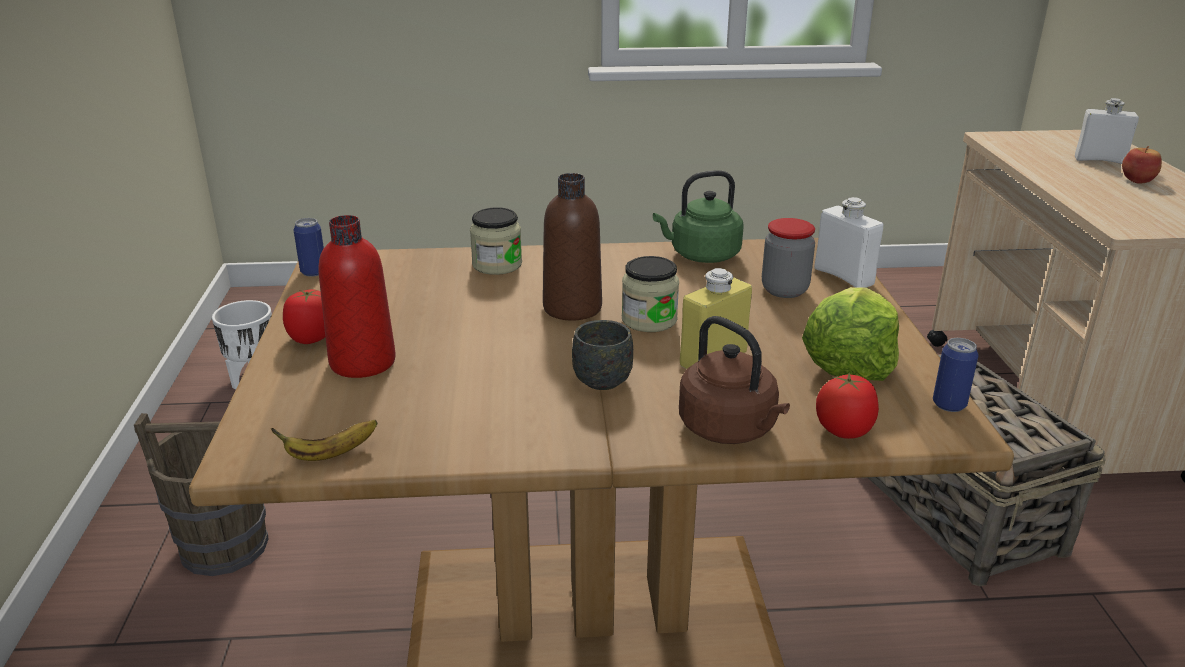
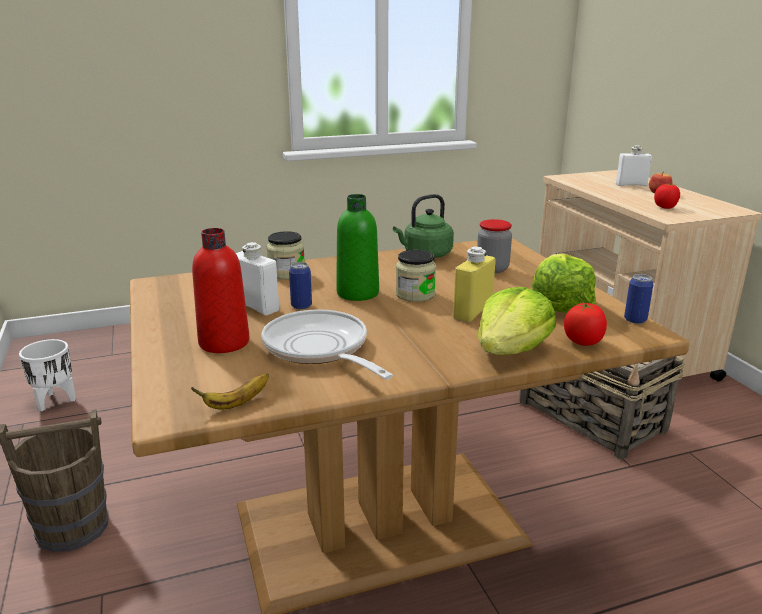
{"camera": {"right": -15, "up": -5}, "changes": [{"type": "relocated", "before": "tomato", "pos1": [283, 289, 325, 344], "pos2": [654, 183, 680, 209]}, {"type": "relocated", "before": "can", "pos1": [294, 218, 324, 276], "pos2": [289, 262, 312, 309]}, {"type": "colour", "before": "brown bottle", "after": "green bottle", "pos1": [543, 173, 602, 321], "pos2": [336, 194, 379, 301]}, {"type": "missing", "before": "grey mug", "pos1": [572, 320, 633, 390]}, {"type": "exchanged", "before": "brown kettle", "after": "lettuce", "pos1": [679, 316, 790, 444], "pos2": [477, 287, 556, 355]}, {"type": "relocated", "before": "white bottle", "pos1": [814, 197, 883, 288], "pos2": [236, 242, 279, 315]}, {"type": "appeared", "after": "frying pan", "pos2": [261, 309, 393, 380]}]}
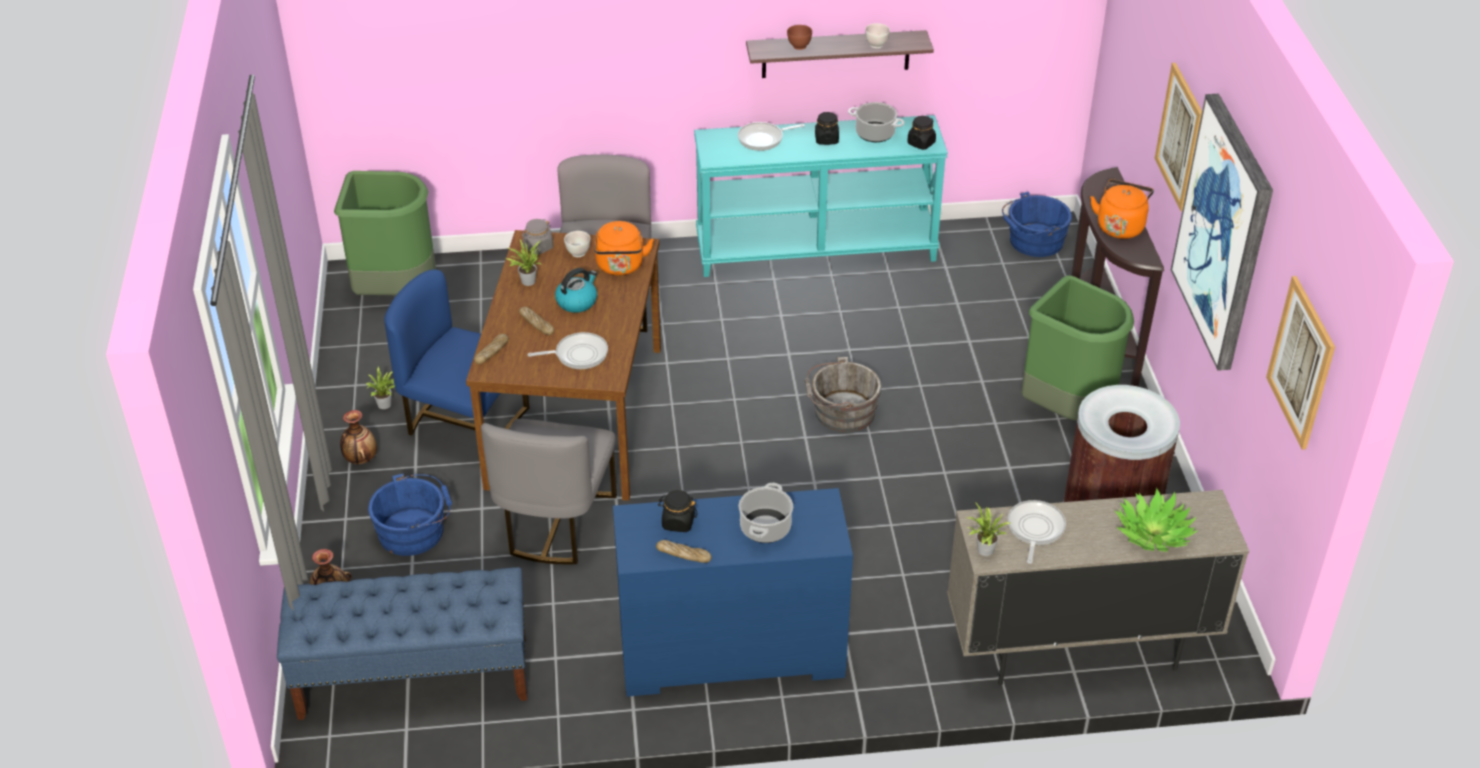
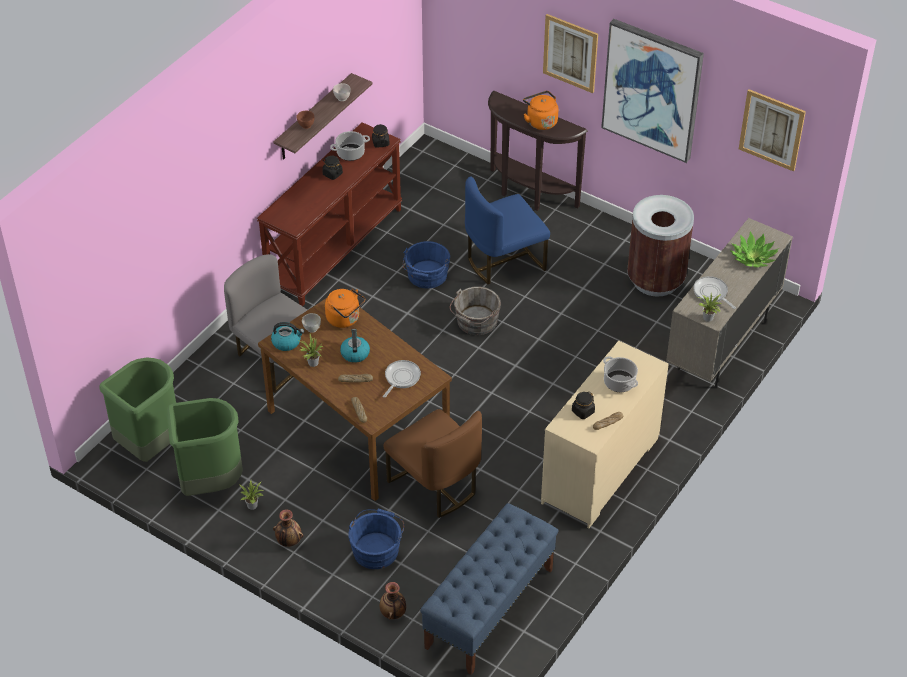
{"camera": {"right": -50, "up": 5}, "changes": [{"type": "relocated", "before": "blue chair", "pos1": [384, 269, 530, 436], "pos2": [465, 177, 550, 284]}, {"type": "colour", "before": "grey chair", "after": "brown chair", "pos1": [481, 419, 617, 564], "pos2": [384, 409, 482, 518]}, {"type": "exchanged", "before": "grey jar", "after": "kettle", "pos1": [522, 219, 553, 255], "pos2": [271, 322, 304, 351]}, {"type": "colour", "before": "blue dresser", "after": "beige dresser", "pos1": [613, 488, 853, 697], "pos2": [541, 340, 669, 528]}, {"type": "colour", "before": "turquoise console table", "after": "brown console table", "pos1": [694, 115, 948, 277], "pos2": [257, 122, 402, 306]}, {"type": "missing", "before": "frying pan", "pos1": [738, 122, 805, 151]}, {"type": "relocated", "before": "blue bucket", "pos1": [1002, 192, 1072, 257], "pos2": [403, 241, 450, 288]}, {"type": "relocated", "before": "green trash can", "pos1": [1021, 275, 1134, 421], "pos2": [166, 398, 243, 496]}]}
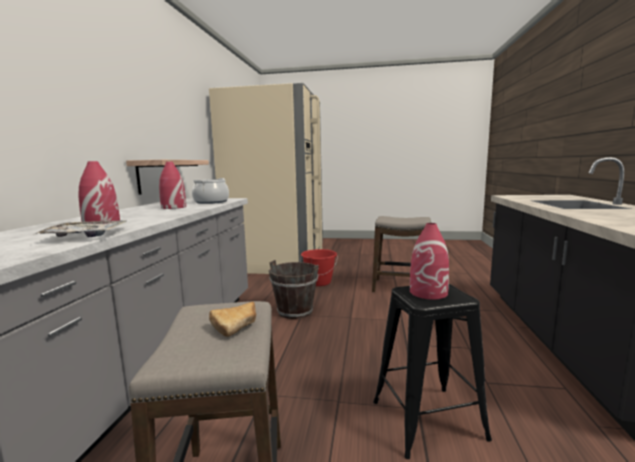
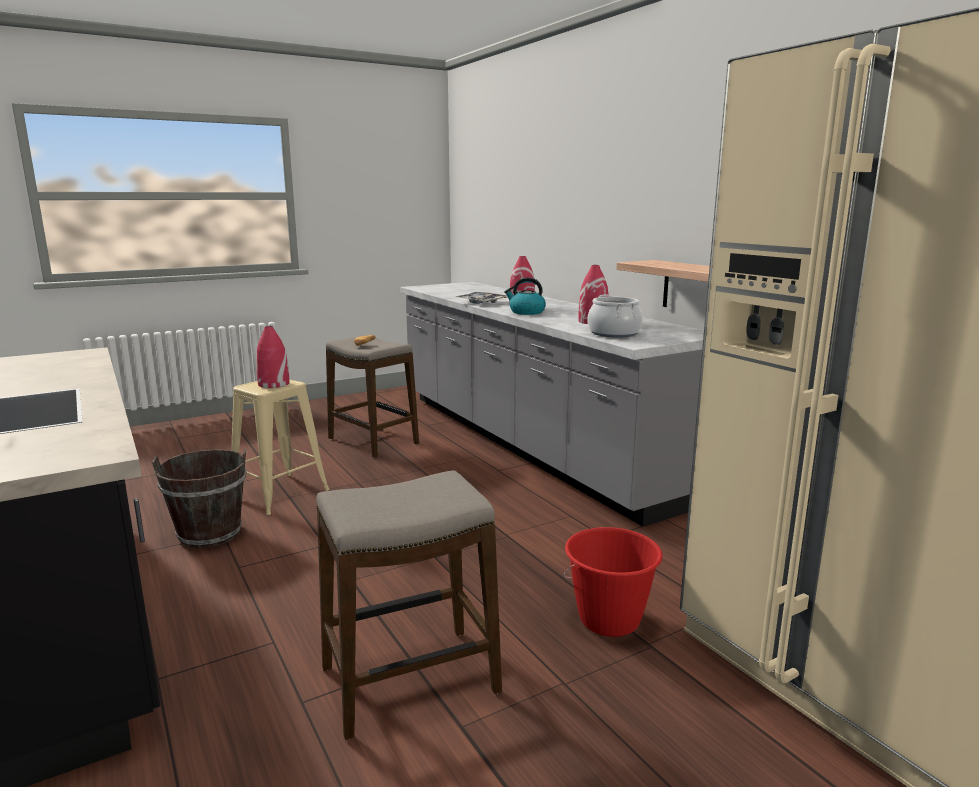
{"camera": {"right": 140, "up": 5}, "changes": [{"type": "relocated", "before": "brown bucket", "pos1": [269, 260, 319, 319], "pos2": [152, 448, 247, 548]}, {"type": "colour", "before": "black stool", "after": "beige stool", "pos1": [373, 284, 492, 459], "pos2": [232, 379, 330, 515]}, {"type": "appeared", "after": "kettle", "pos2": [504, 277, 546, 315]}]}
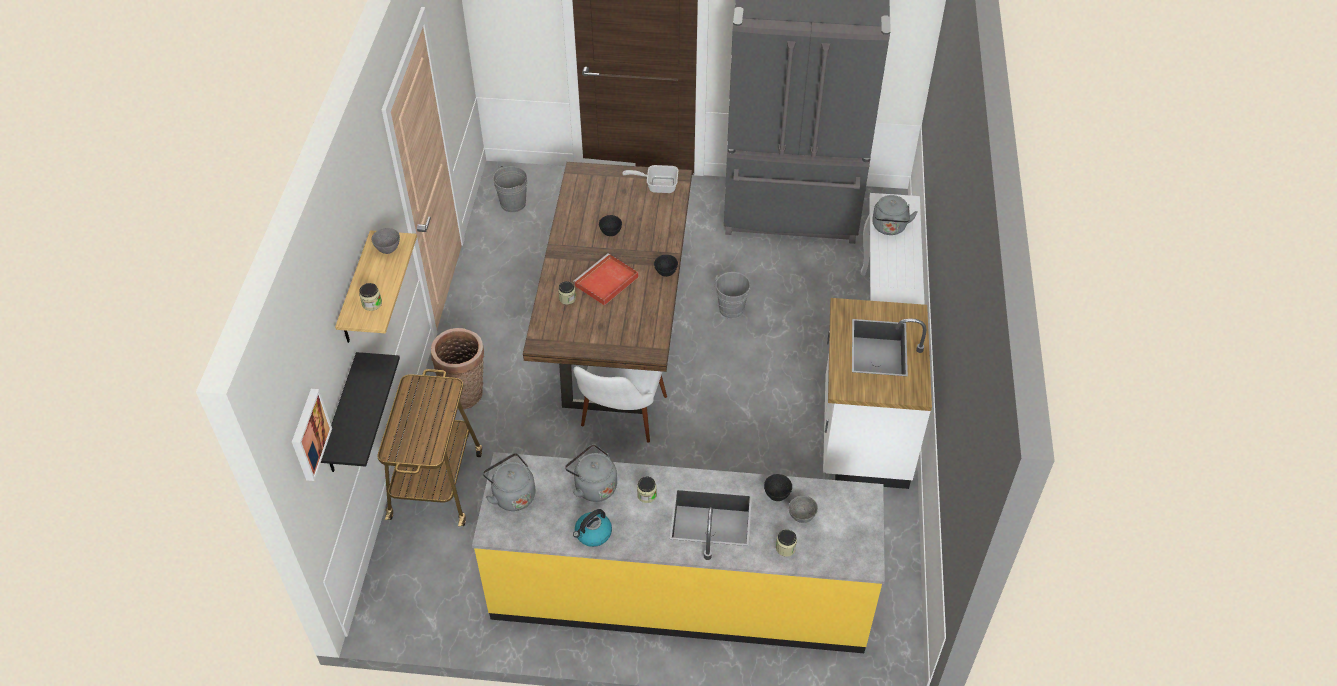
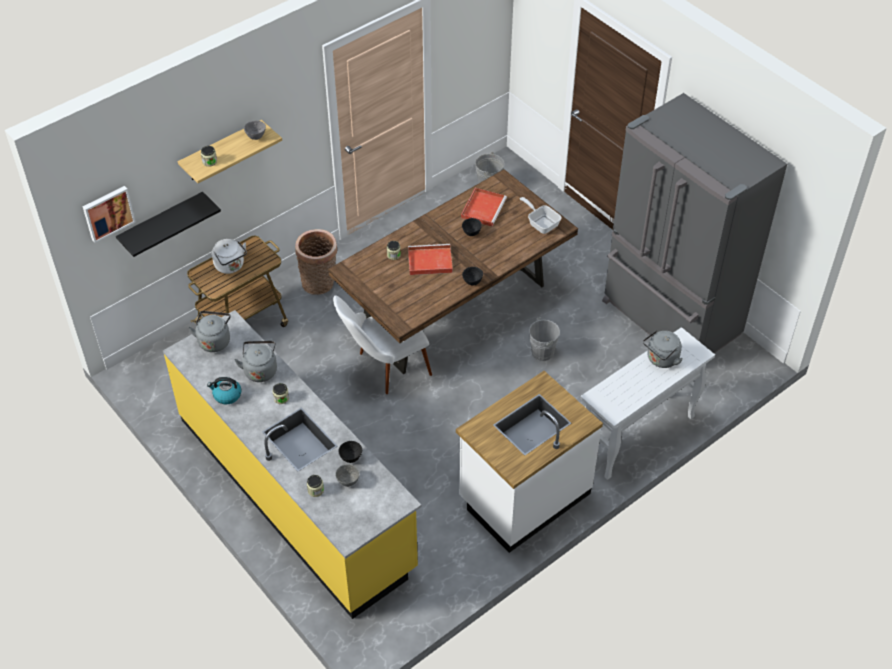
{"camera": {"right": 45, "up": 0}, "changes": [{"type": "appeared", "after": "white kettle", "pos2": [212, 239, 247, 274]}, {"type": "appeared", "after": "red tray", "pos2": [461, 188, 507, 227]}]}
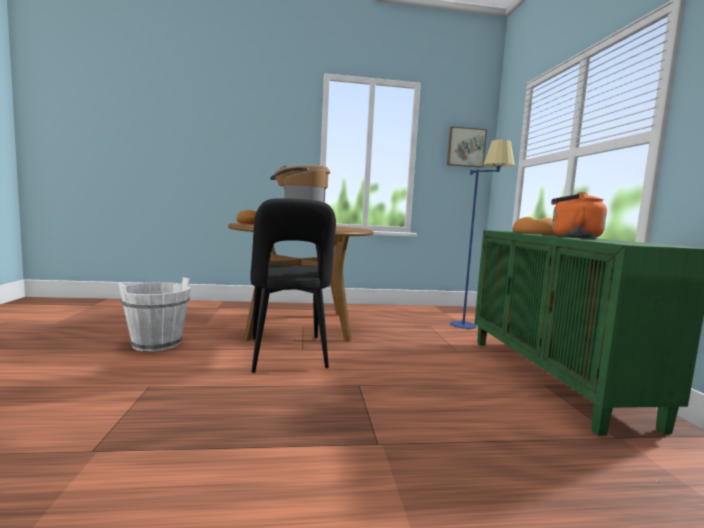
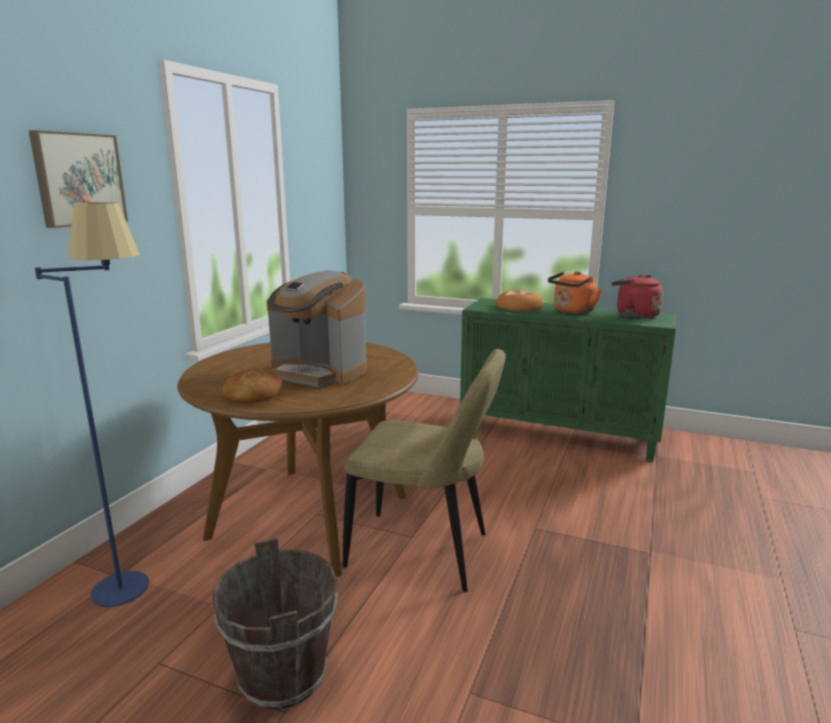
{"camera": {"right": -60, "up": 10}, "changes": [{"type": "colour", "before": "white bucket", "after": "brown bucket", "pos1": [118, 277, 191, 352], "pos2": [212, 538, 338, 710]}, {"type": "colour", "before": "black chair", "after": "beige chair", "pos1": [250, 198, 336, 373], "pos2": [343, 349, 506, 592]}, {"type": "relocated", "before": "picture", "pos1": [447, 126, 487, 168], "pos2": [29, 130, 128, 228]}, {"type": "relocated", "before": "blue floor lamp", "pos1": [450, 140, 515, 329], "pos2": [35, 202, 149, 607]}, {"type": "appeared", "after": "red kettle", "pos2": [611, 274, 664, 318]}]}
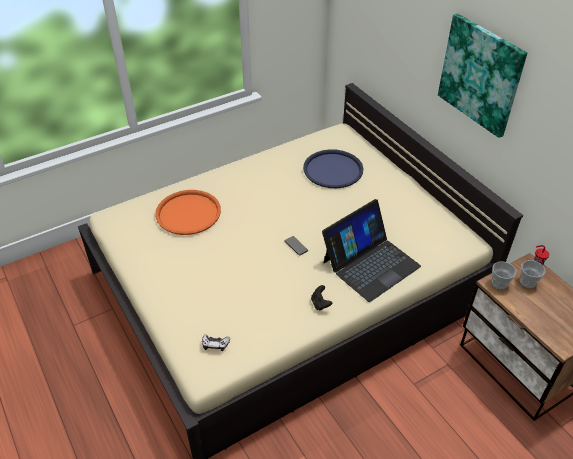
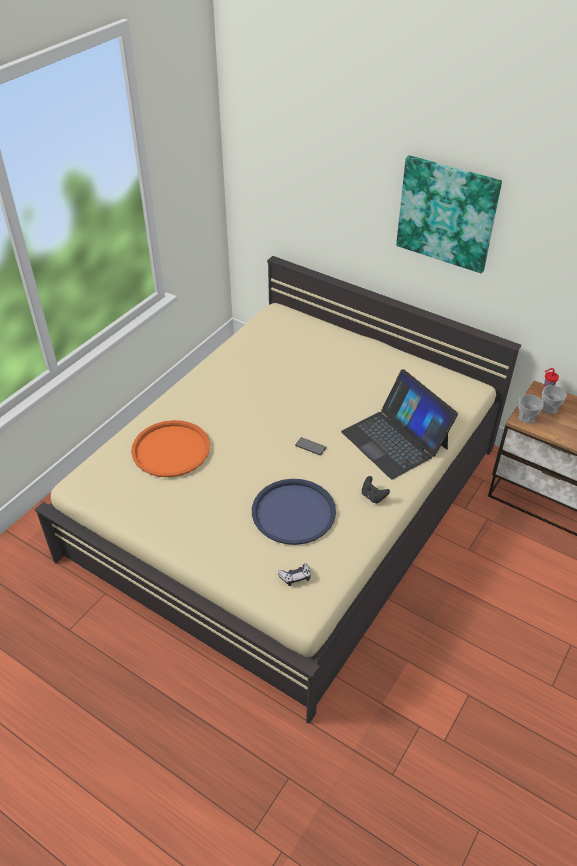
{"camera": {"right": -25, "up": 0}, "changes": [{"type": "relocated", "before": "blue tray", "pos1": [303, 149, 364, 188], "pos2": [252, 479, 336, 545]}, {"type": "spun", "before": "laptop", "pos1": [322, 199, 421, 302], "pos2": [341, 369, 458, 479], "turn": 120}]}
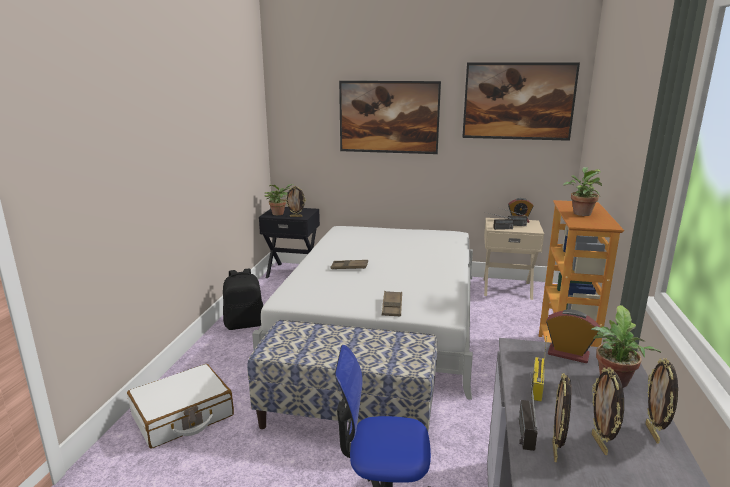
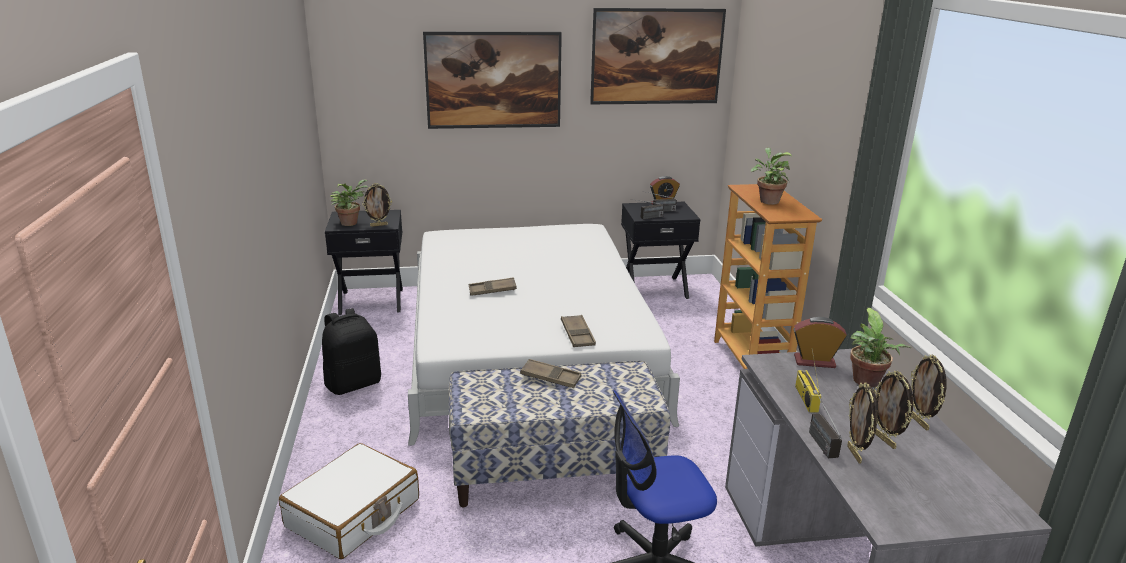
{"camera": {"right": -20, "up": 5}, "changes": [{"type": "colour", "before": "beige nightstand", "after": "black nightstand", "pos1": [484, 218, 544, 300], "pos2": [621, 202, 700, 299]}, {"type": "appeared", "after": "brown tray", "pos2": [520, 359, 581, 388]}]}
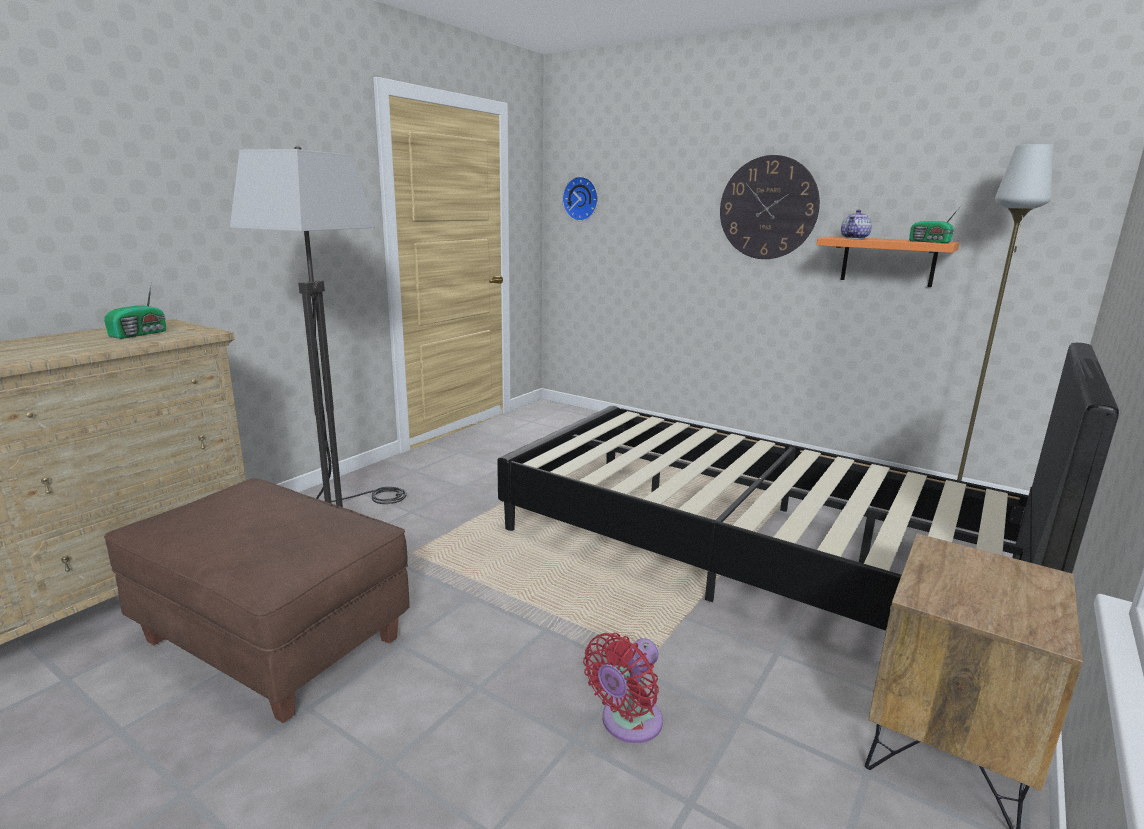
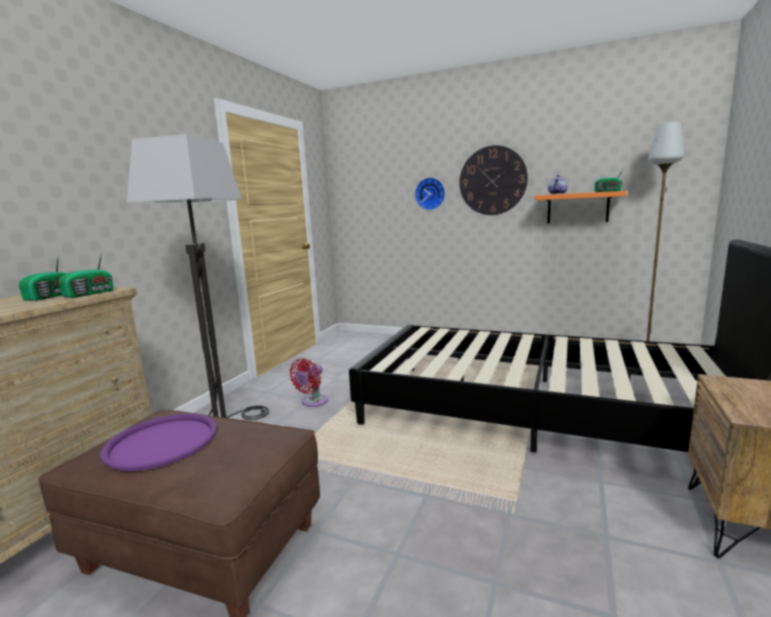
{"camera": {"right": -10, "up": -5}, "changes": [{"type": "relocated", "before": "wall clock", "pos1": [562, 176, 598, 221], "pos2": [415, 177, 445, 210]}, {"type": "relocated", "before": "red fan", "pos1": [583, 633, 663, 743], "pos2": [289, 359, 328, 407]}, {"type": "appeared", "after": "radio", "pos2": [59, 251, 114, 298]}, {"type": "appeared", "after": "purple tray", "pos2": [100, 414, 217, 471]}]}
